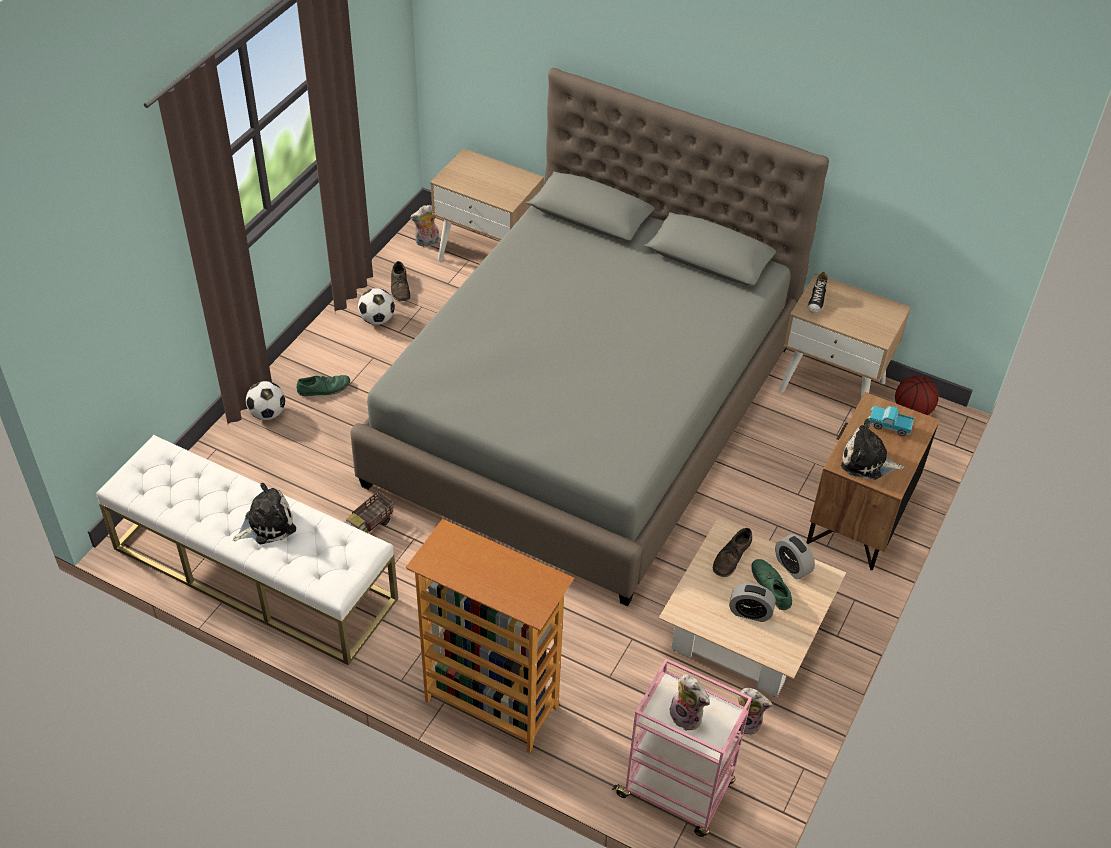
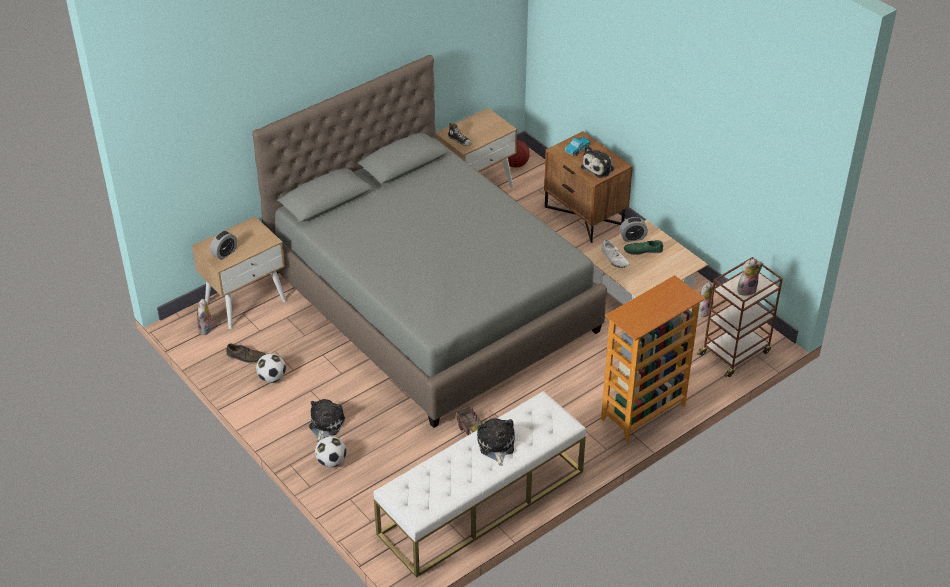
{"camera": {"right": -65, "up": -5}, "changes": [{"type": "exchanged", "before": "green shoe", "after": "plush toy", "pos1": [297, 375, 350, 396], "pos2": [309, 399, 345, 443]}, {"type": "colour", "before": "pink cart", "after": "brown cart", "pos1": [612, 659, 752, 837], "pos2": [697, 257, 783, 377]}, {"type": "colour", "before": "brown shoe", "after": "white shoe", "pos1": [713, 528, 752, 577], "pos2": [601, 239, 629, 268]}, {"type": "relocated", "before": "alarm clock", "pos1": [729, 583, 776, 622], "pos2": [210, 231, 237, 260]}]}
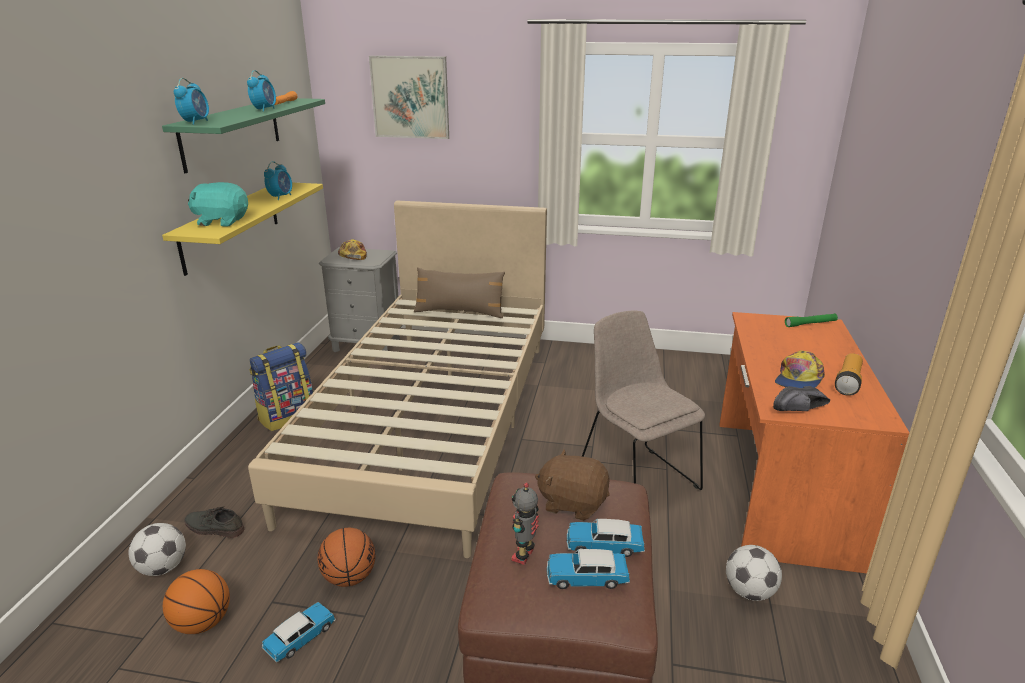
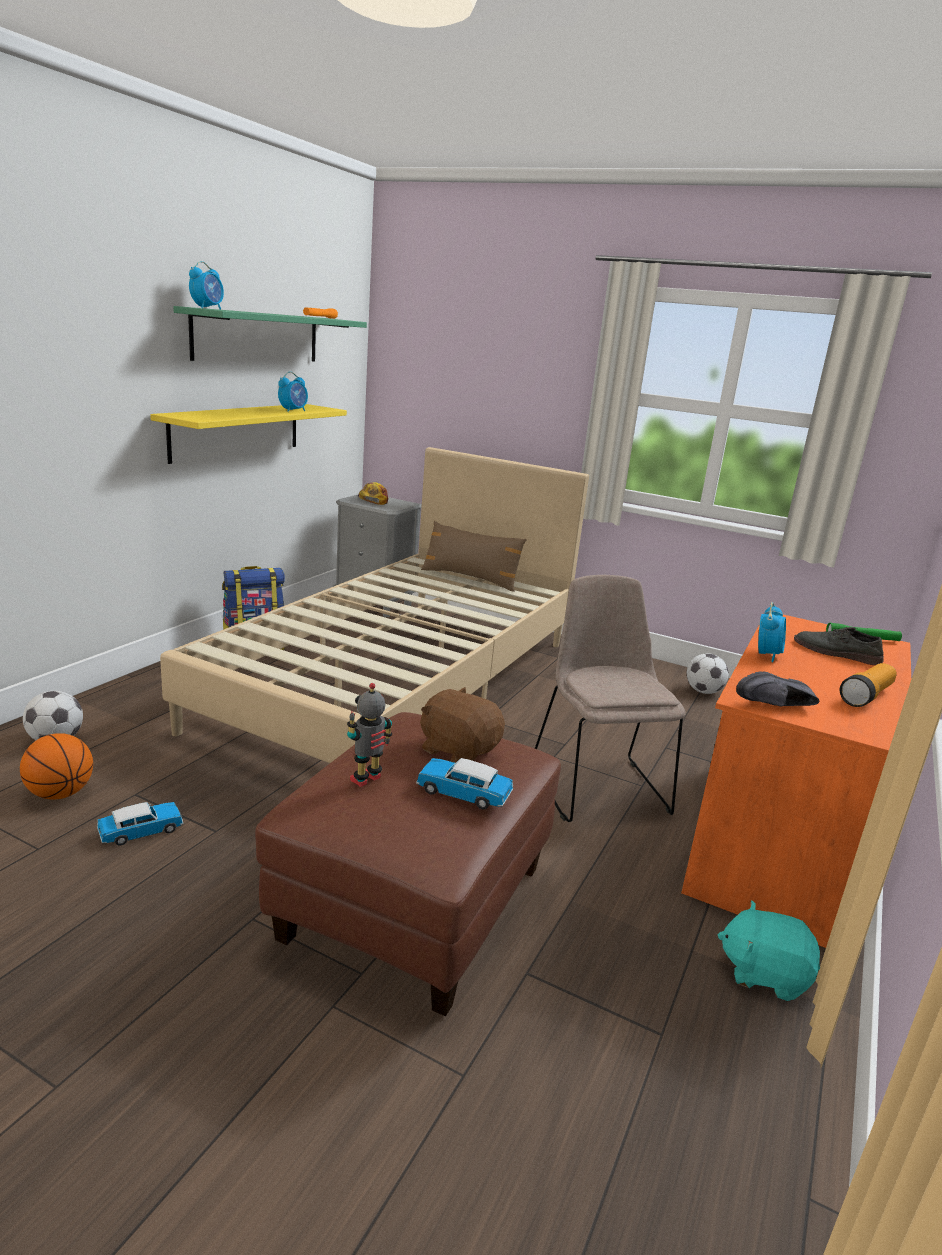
{"camera": {"right": 15, "up": -5}, "changes": [{"type": "relocated", "before": "grey shoe", "pos1": [184, 506, 244, 538], "pos2": [794, 627, 884, 665]}, {"type": "relocated", "before": "turquoise plush toy", "pos1": [188, 182, 248, 227], "pos2": [717, 901, 820, 1001]}, {"type": "relocated", "before": "alarm clock", "pos1": [247, 70, 276, 112], "pos2": [758, 602, 786, 662]}, {"type": "missing", "before": "basketball", "pos1": [317, 528, 375, 587]}, {"type": "missing", "before": "picture", "pos1": [369, 56, 449, 139]}, {"type": "missing", "before": "toy car", "pos1": [546, 549, 630, 589]}, {"type": "relocated", "before": "football", "pos1": [726, 545, 782, 601], "pos2": [687, 653, 729, 694]}, {"type": "missing", "before": "cap", "pos1": [775, 351, 825, 388]}]}
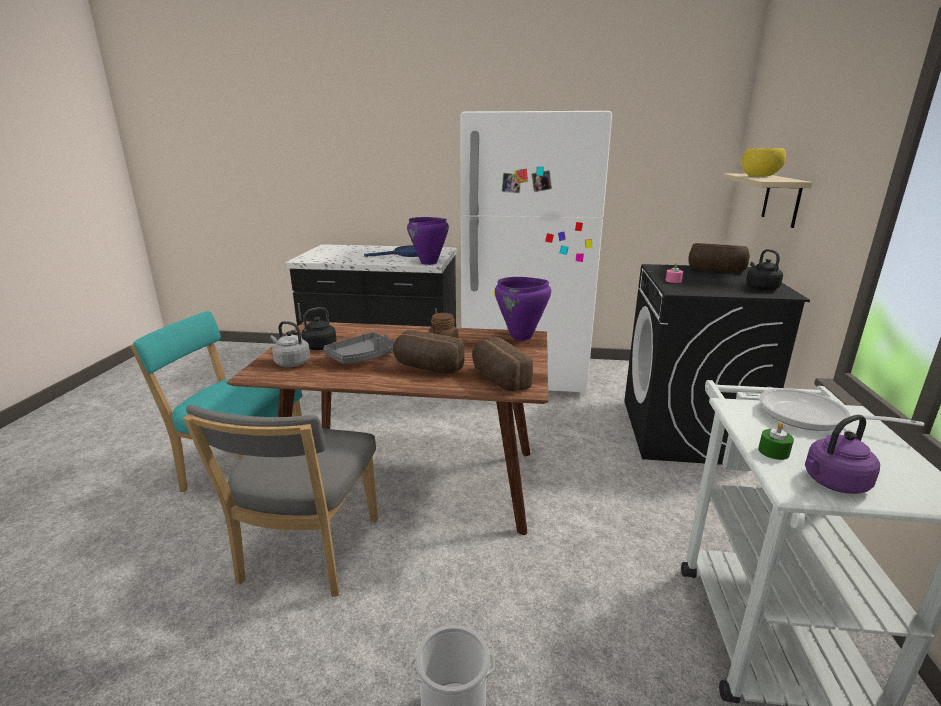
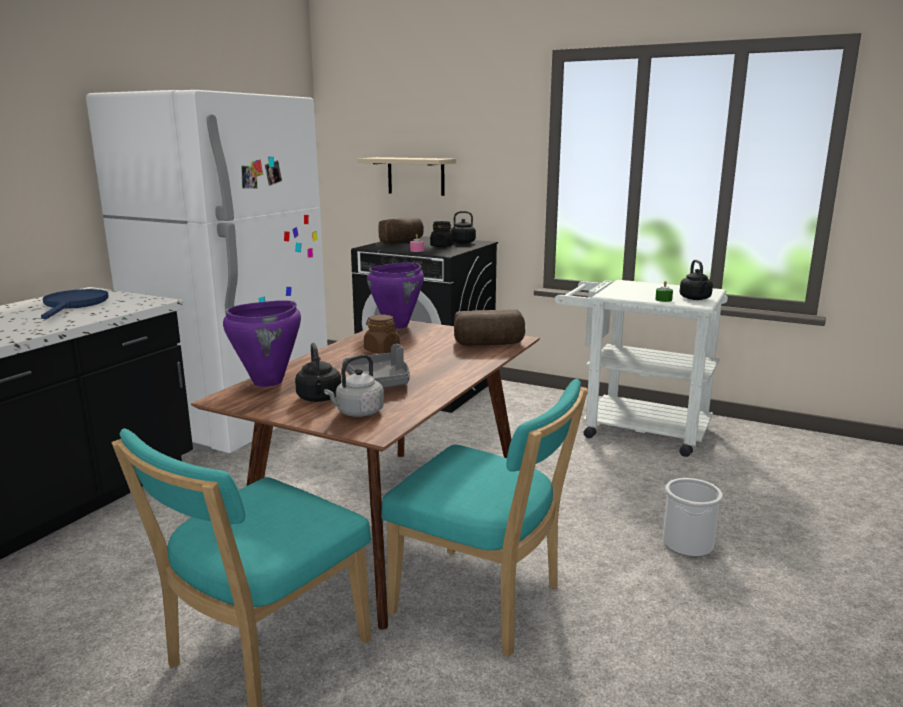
{"camera": {"right": -70, "up": -5}, "changes": [{"type": "colour", "before": "grey chair", "after": "turquoise chair", "pos1": [183, 405, 378, 597], "pos2": [381, 379, 588, 657]}, {"type": "missing", "before": "bread", "pos1": [393, 330, 465, 373]}, {"type": "relocated", "before": "purple cooking pot", "pos1": [407, 217, 449, 265], "pos2": [223, 300, 301, 387]}, {"type": "missing", "before": "yellow bowl", "pos1": [742, 148, 786, 176]}, {"type": "missing", "before": "frying pan", "pos1": [759, 388, 924, 431]}, {"type": "colour", "before": "purple kettle", "after": "black kettle", "pos1": [805, 415, 880, 494], "pos2": [680, 260, 713, 300]}, {"type": "appeared", "after": "black jar", "pos2": [430, 221, 453, 247]}]}
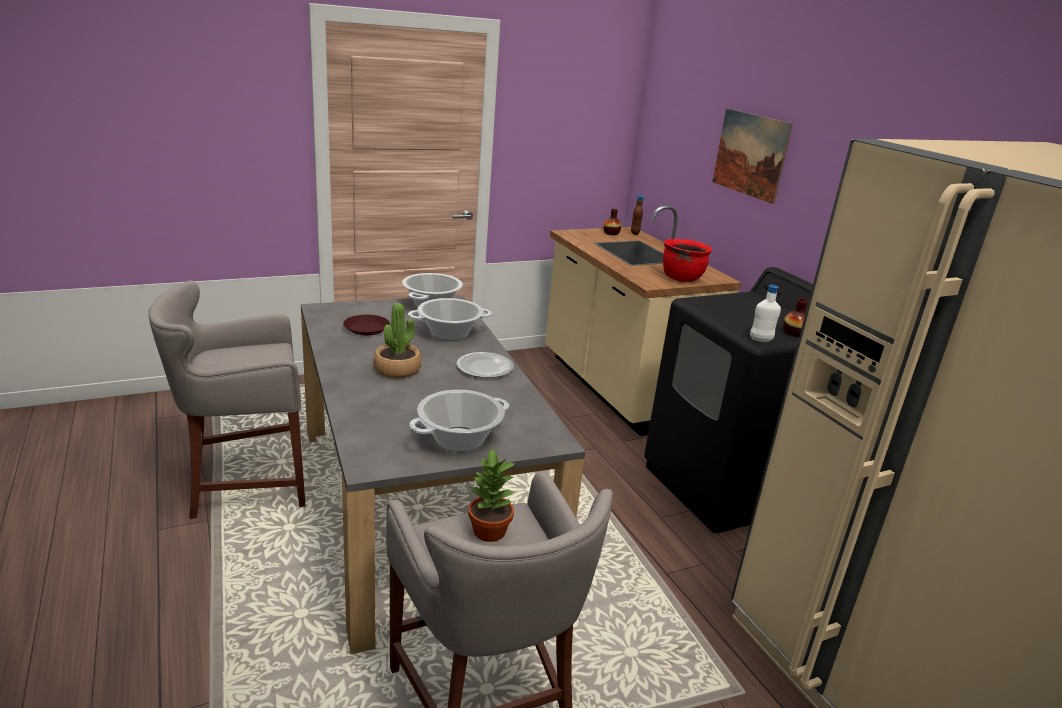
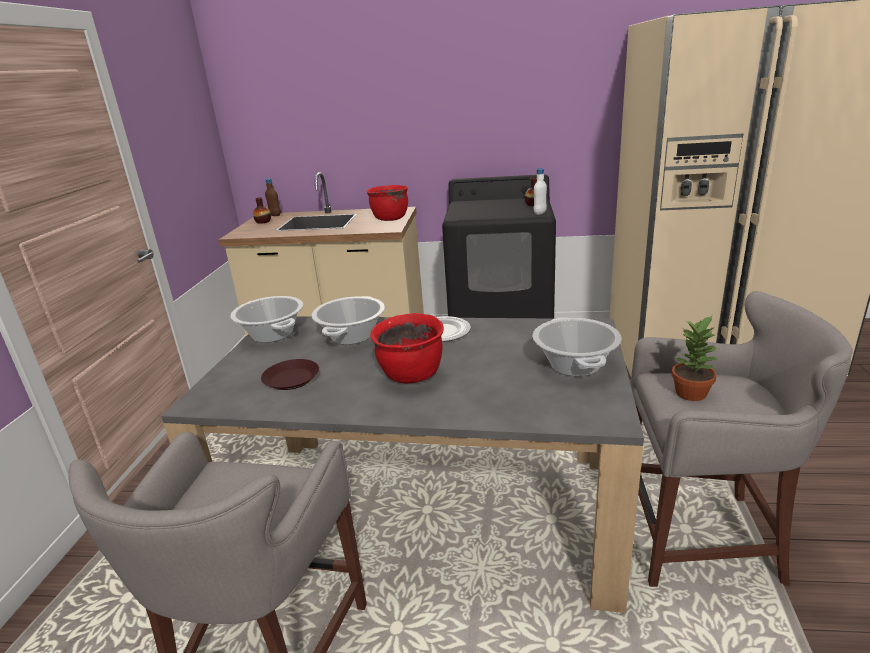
{"camera": {"right": -55, "up": 0}, "changes": [{"type": "exchanged", "before": "potted plant", "after": "red cooking pot", "pos1": [373, 303, 421, 379], "pos2": [370, 313, 444, 383]}, {"type": "missing", "before": "picture", "pos1": [712, 109, 793, 204]}]}
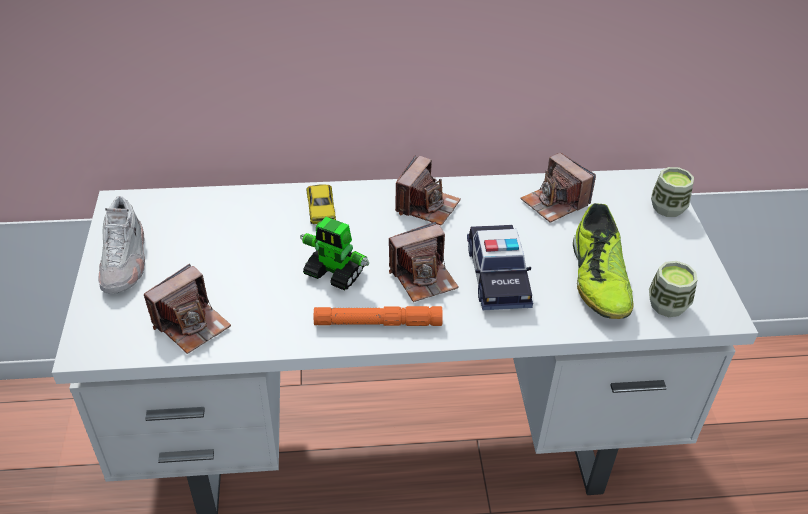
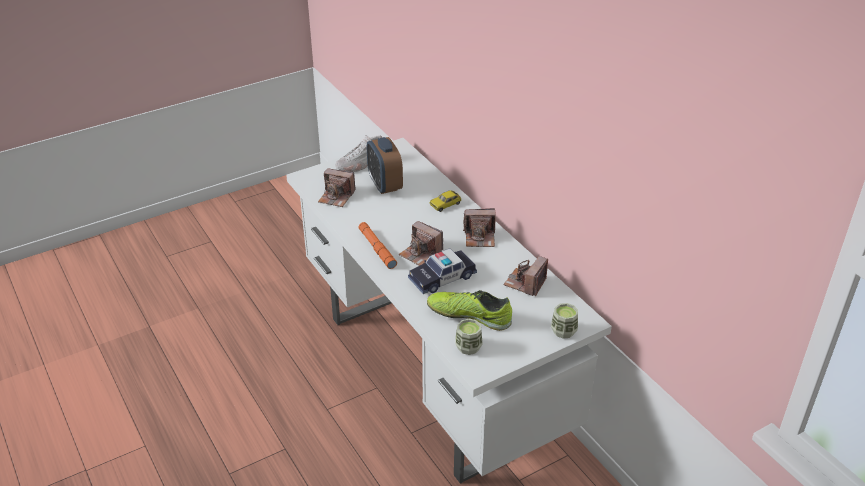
{"camera": {"right": 65, "up": -5}, "changes": [{"type": "missing", "before": "toy robot", "pos1": [300, 217, 369, 291]}, {"type": "spun", "before": "shoe", "pos1": [573, 203, 634, 319], "pos2": [427, 290, 512, 331], "turn": 45}, {"type": "appeared", "after": "alarm clock", "pos2": [367, 137, 403, 194]}]}
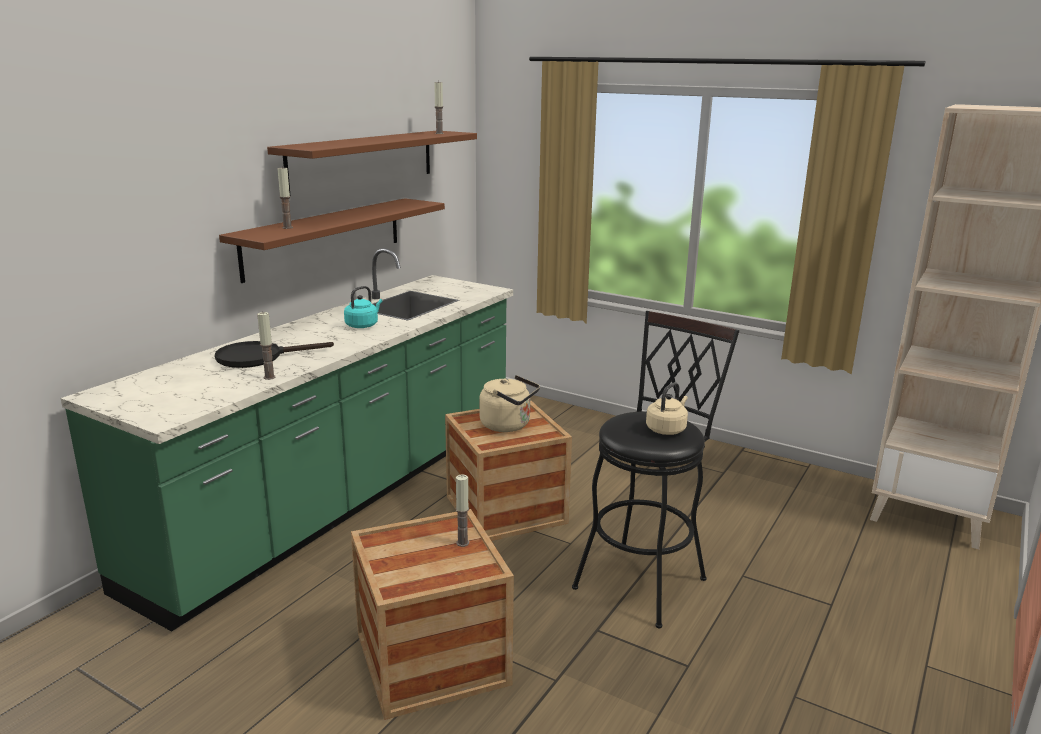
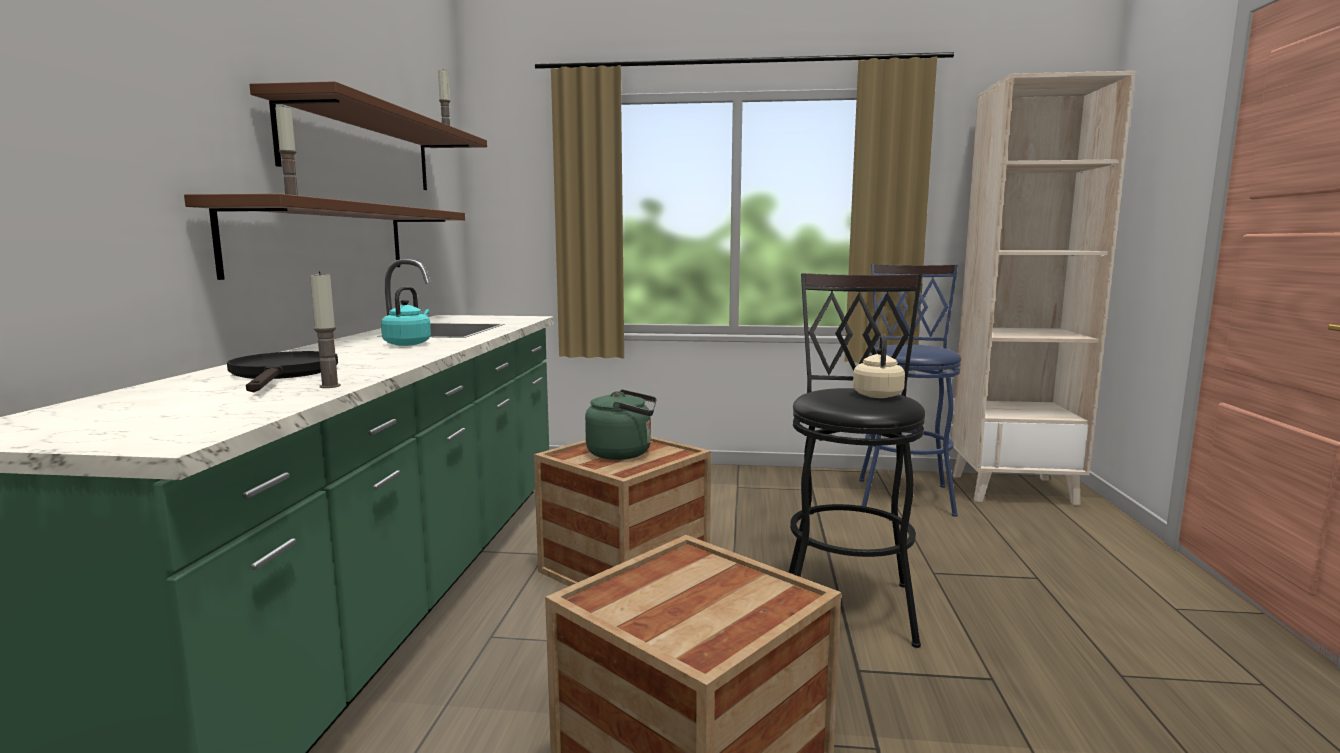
{"camera": {"right": -25, "up": -10}, "changes": [{"type": "spun", "before": "black frying pan", "pos1": [215, 341, 334, 368], "pos2": [227, 351, 338, 392], "turn": 120}, {"type": "missing", "before": "candle", "pos1": [456, 475, 469, 547]}, {"type": "colour", "before": "beige kettle", "after": "green kettle", "pos1": [479, 375, 540, 432], "pos2": [585, 389, 657, 460]}, {"type": "appeared", "after": "blue stool", "pos2": [859, 264, 961, 517]}]}
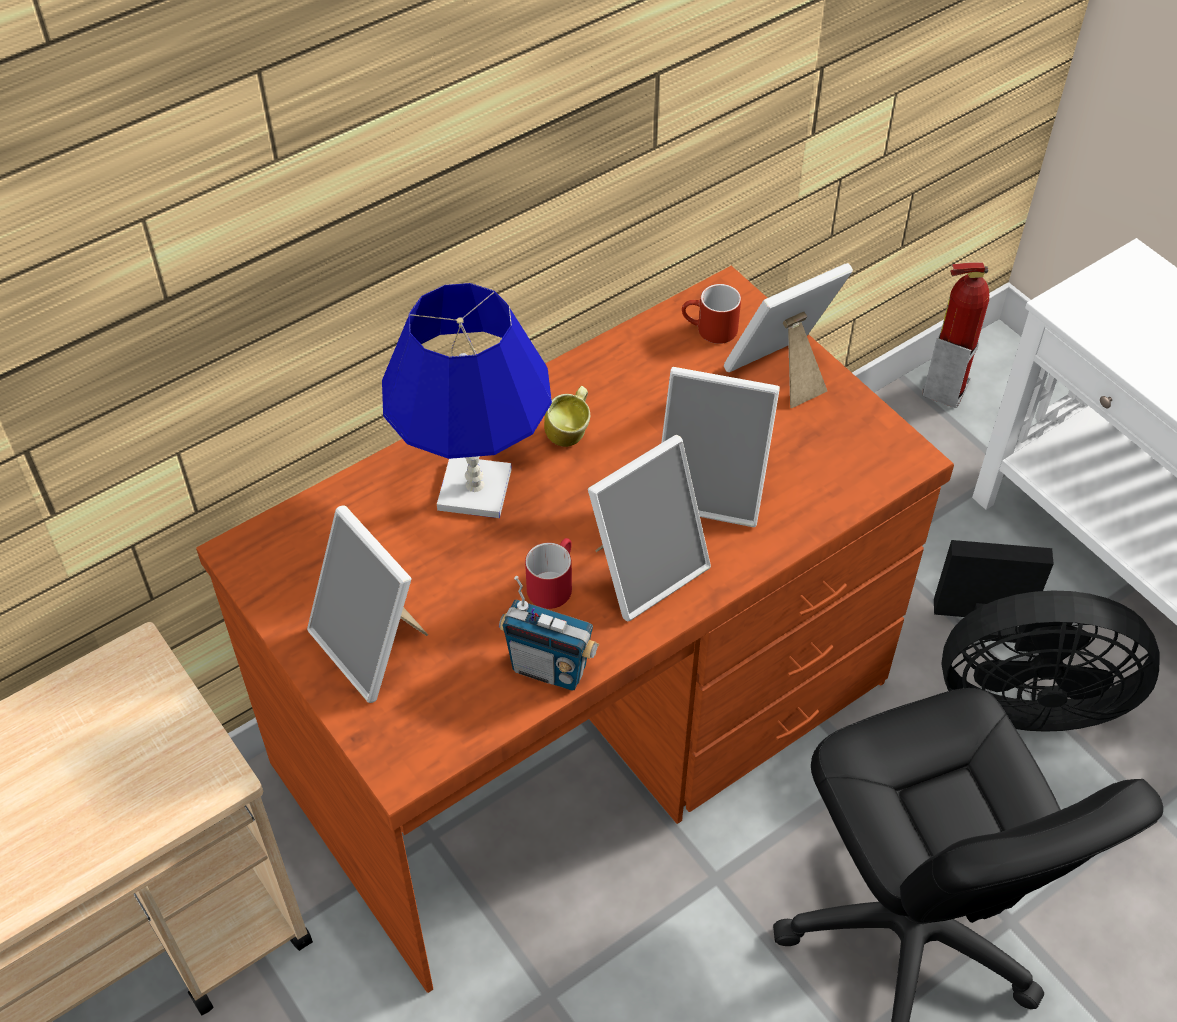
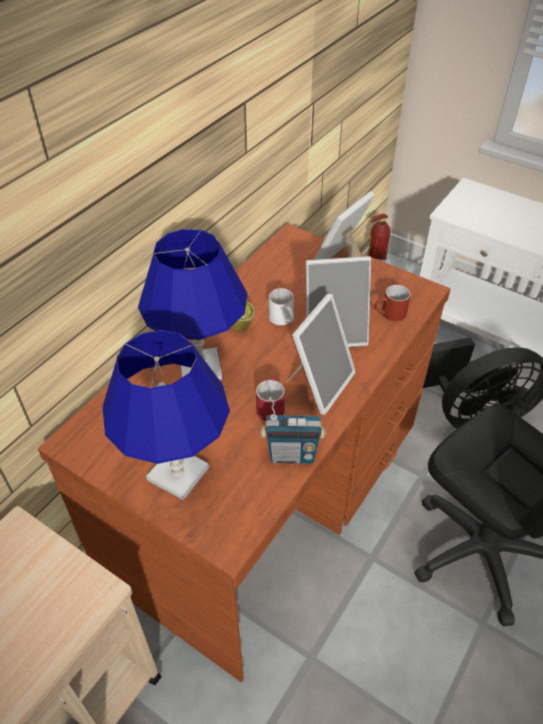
{"camera": {"right": -20, "up": -5}, "changes": [{"type": "exchanged", "before": "picture frame", "after": "blue table lamp", "pos1": [307, 505, 428, 703], "pos2": [102, 330, 230, 500]}, {"type": "relocated", "before": "red mug", "pos1": [682, 284, 741, 344], "pos2": [375, 285, 411, 322]}, {"type": "appeared", "after": "white mug", "pos2": [268, 288, 294, 325]}]}
